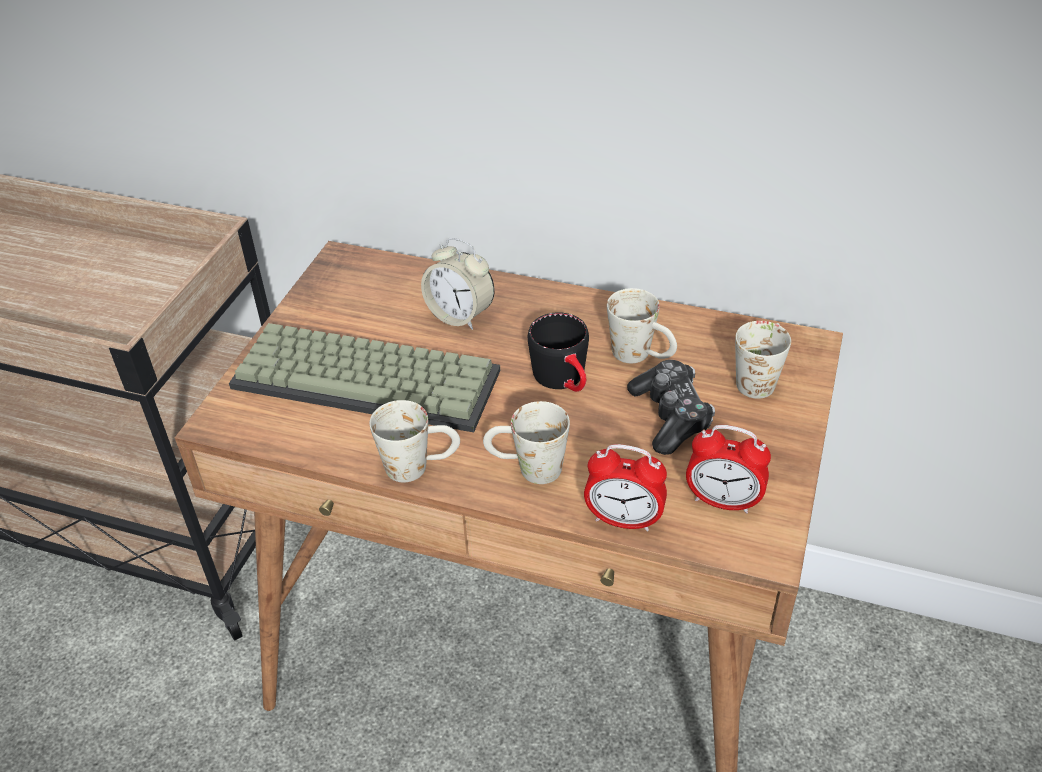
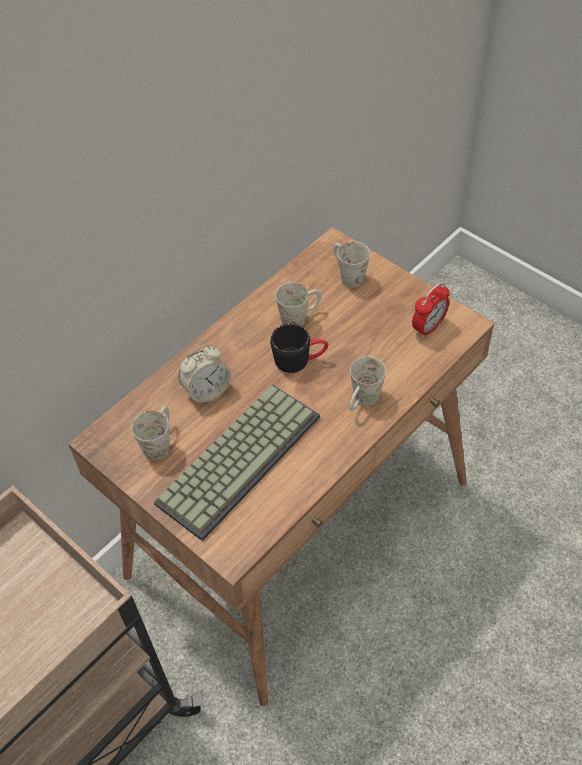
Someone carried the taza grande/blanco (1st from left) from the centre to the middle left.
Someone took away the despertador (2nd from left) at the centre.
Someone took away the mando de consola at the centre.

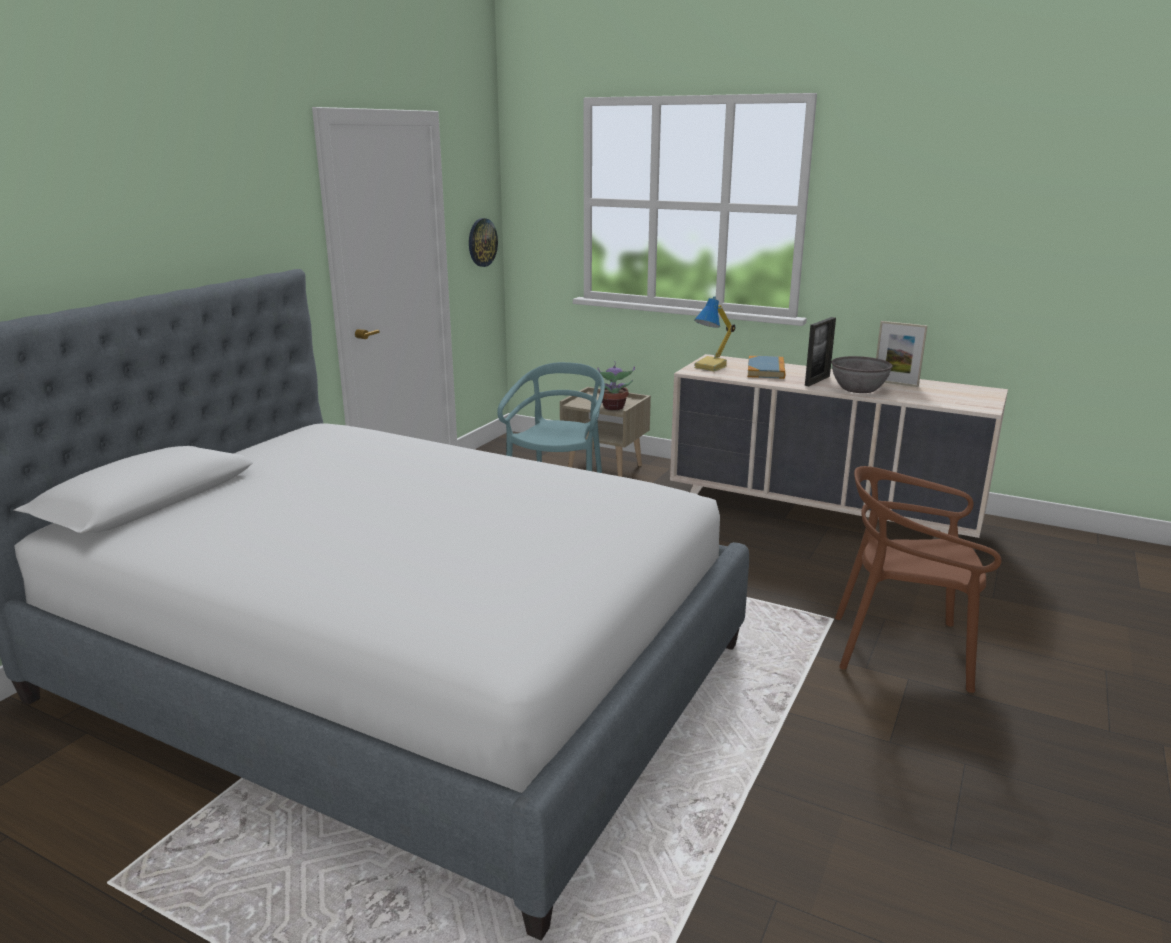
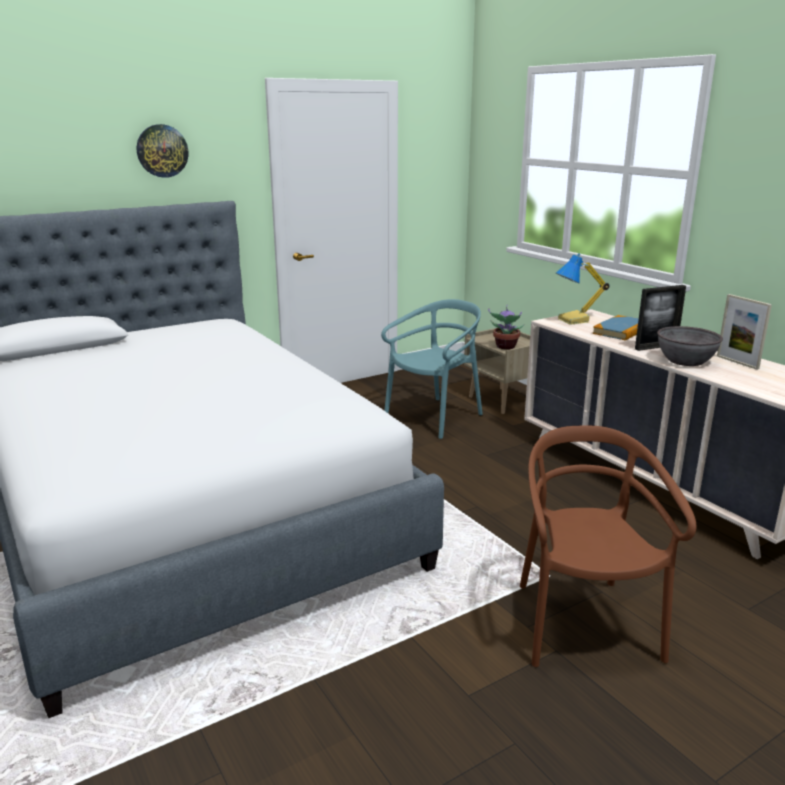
Someone carried the reloj de pared from the top centre to the top left.
Someone rotated the silla/marrón at the middle right by 45 degrees clockwise.

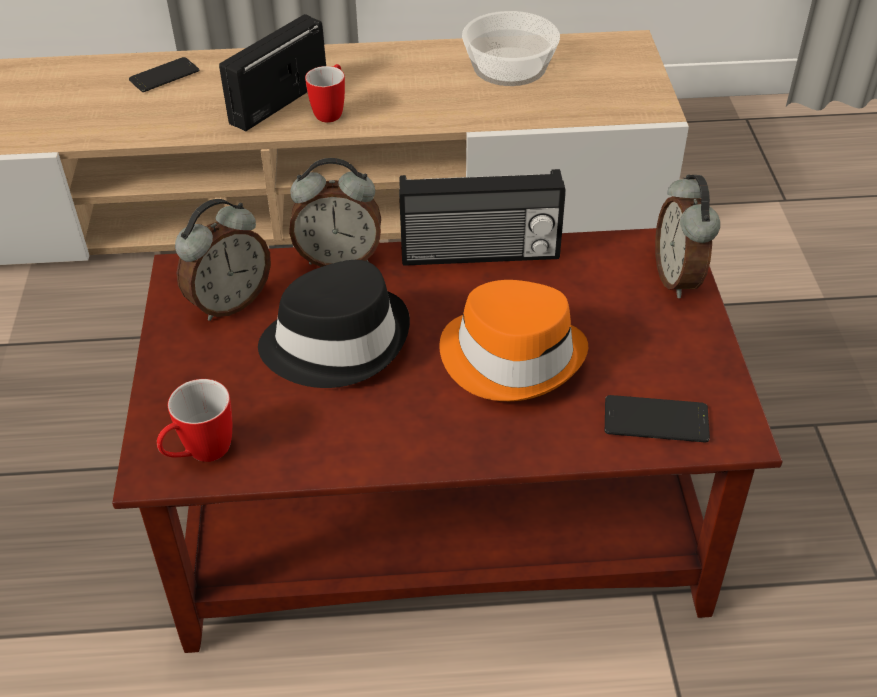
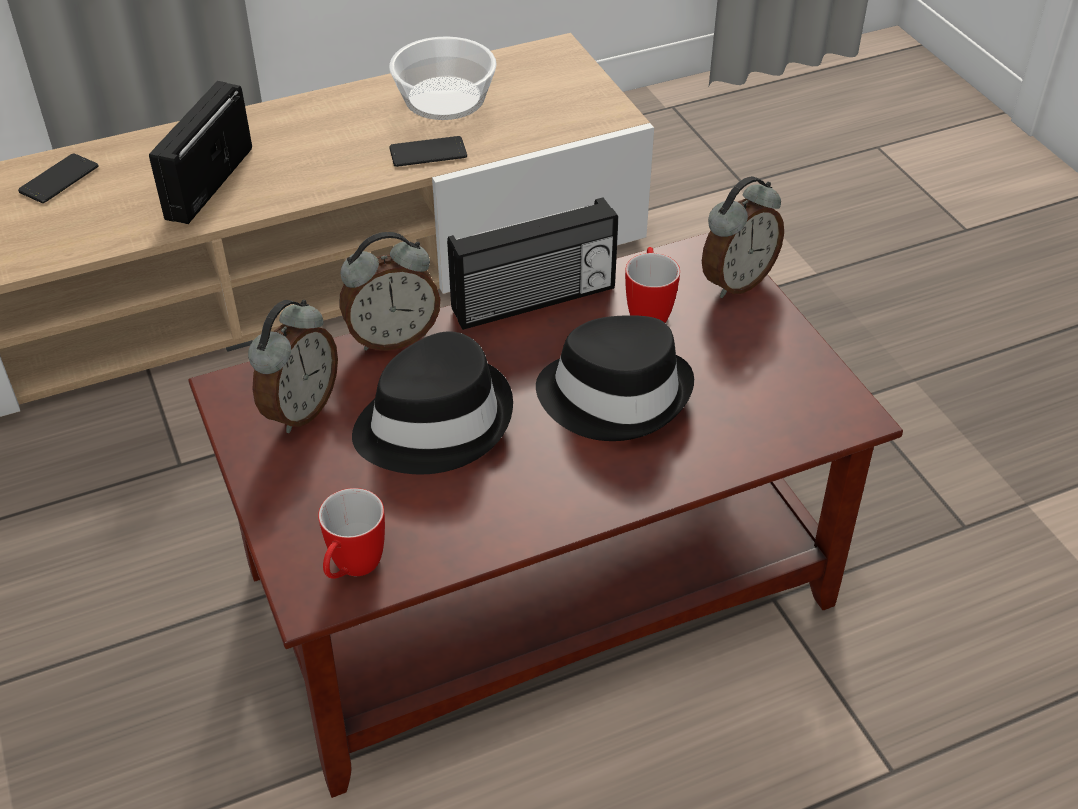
Someone carried the taza grande (2nd from left) from the top centre to the centre.
Someone repainted the sombrero/naranja at the centre, which became the sombrero/negro (2nd from left) at the centre.
Someone carried the móvil (2nd from left) from the middle right to the top centre.
Someone rotated the despertador (3rd from left) at the middle right by 105 degrees counterclockwise.

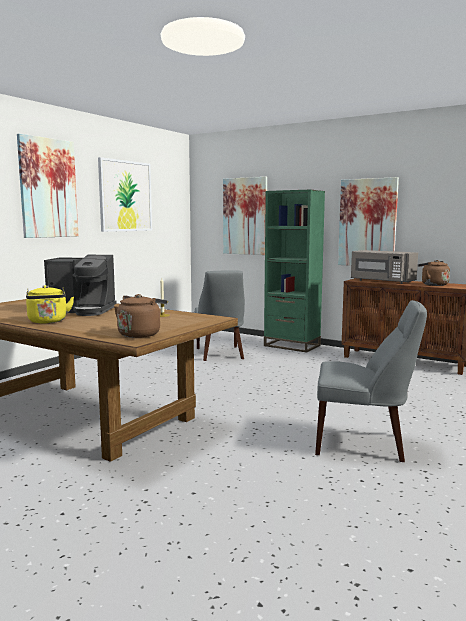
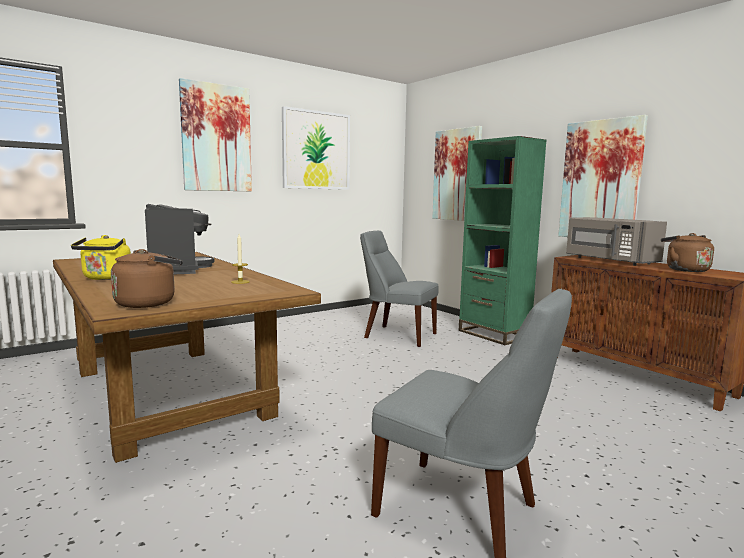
Someone rotated the cafetera at the middle left by 135 degrees counterclockwise.
Someone rotated the silla/gris (1st from left) at the centre by 105 degrees clockwise.

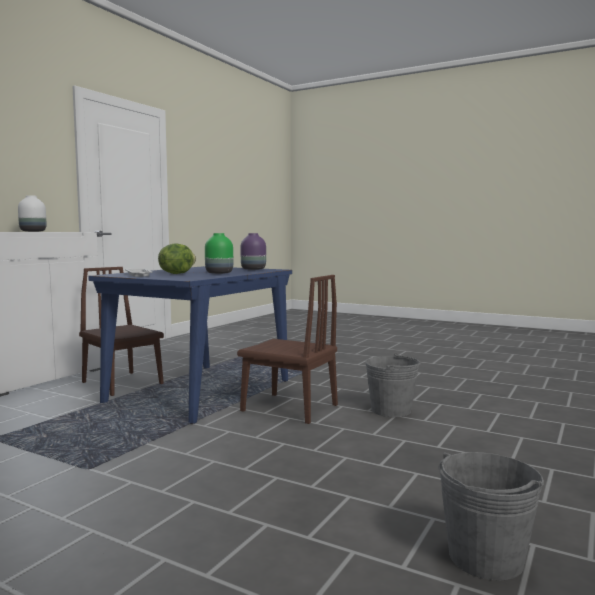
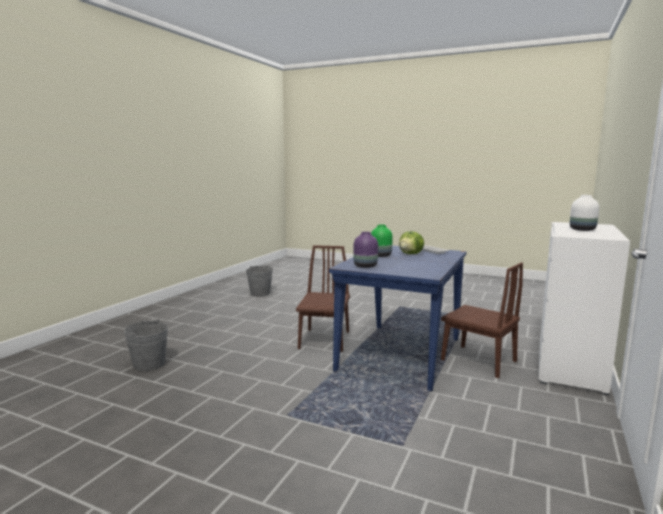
Someone rotated the silla/marrón (2nd from left in the first image) at the centre by 75 degrees clockwise.
Someone carried the cubo/gris (1st from left) from the centre to the bottom left.

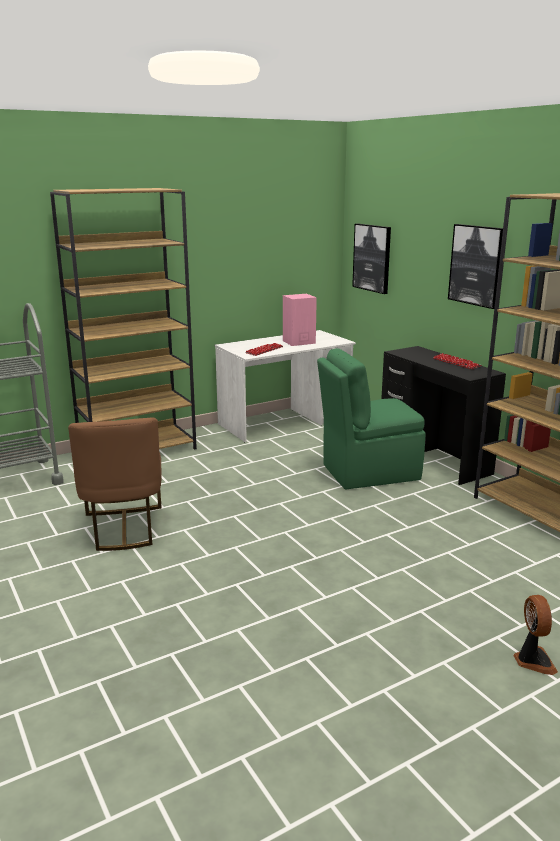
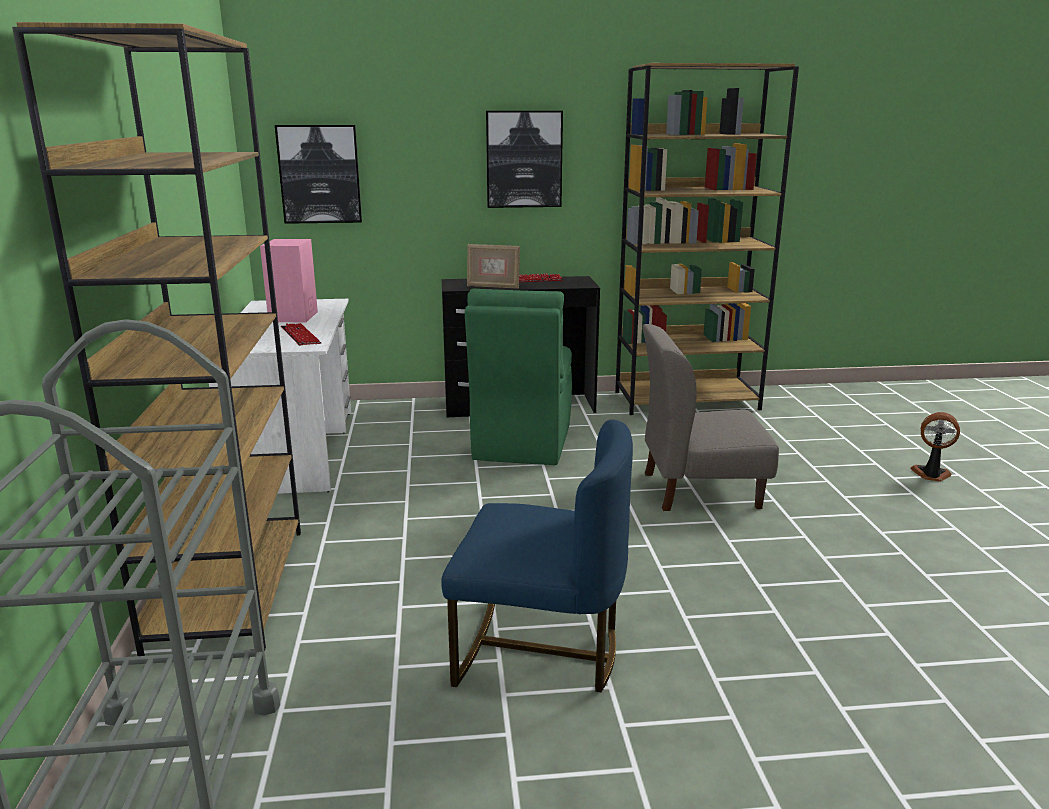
Someone repainted the silla/marrón at the middle left, which became the silla/azul at the bottom centre.
Someone put down the portarretratos at the top centre.
Someone put down the silla/gris at the middle right.

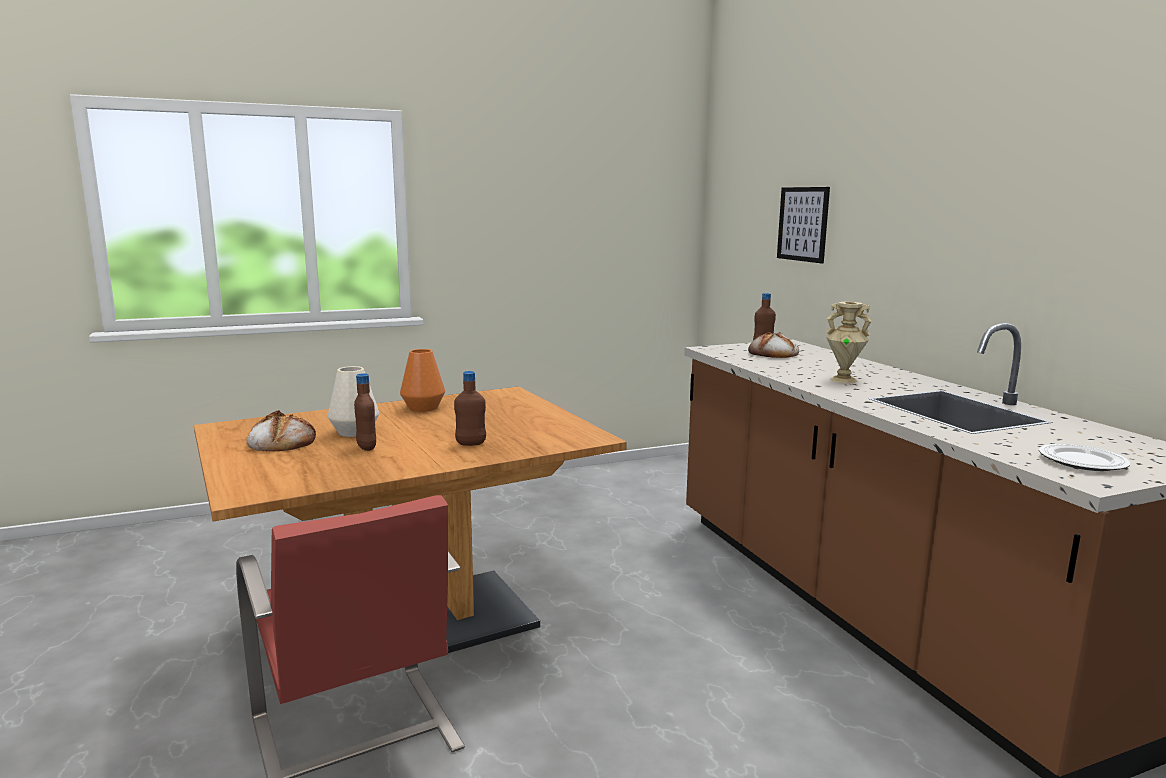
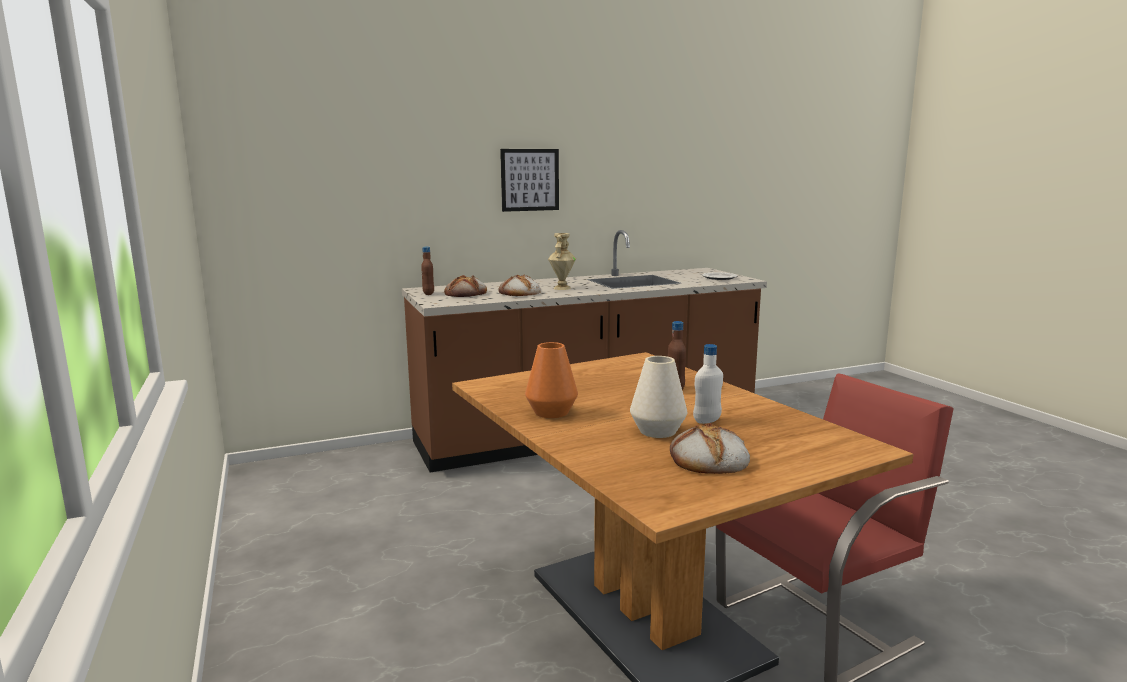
Someone repainted the botella/marrón (1st from left) at the middle left, which became the botella/blanco at the centre.
Someone carried the cuadro from the top right to the top centre.
Someone put down the pan (2nd from left) at the centre.

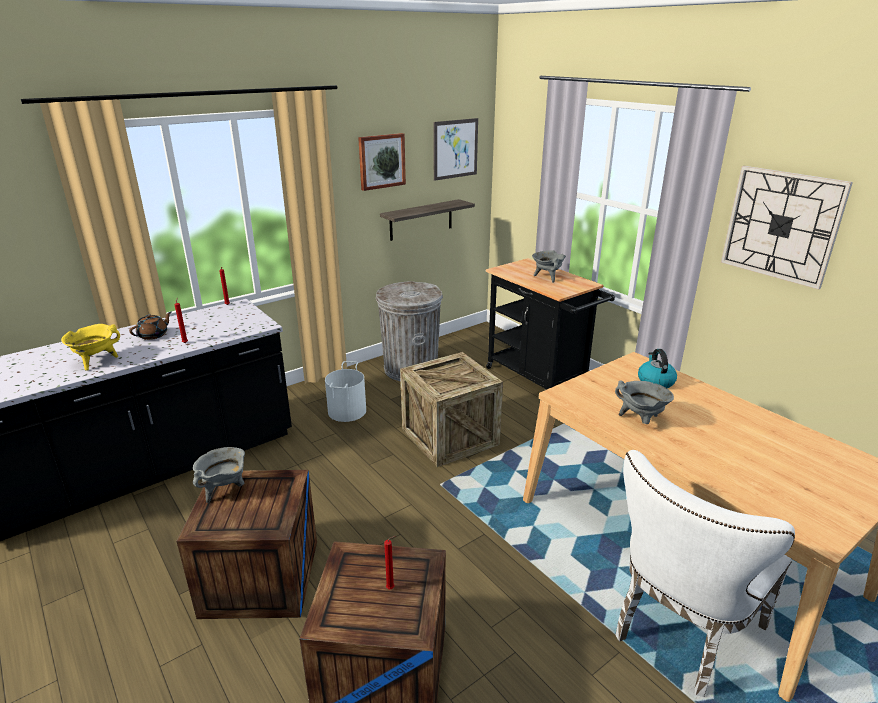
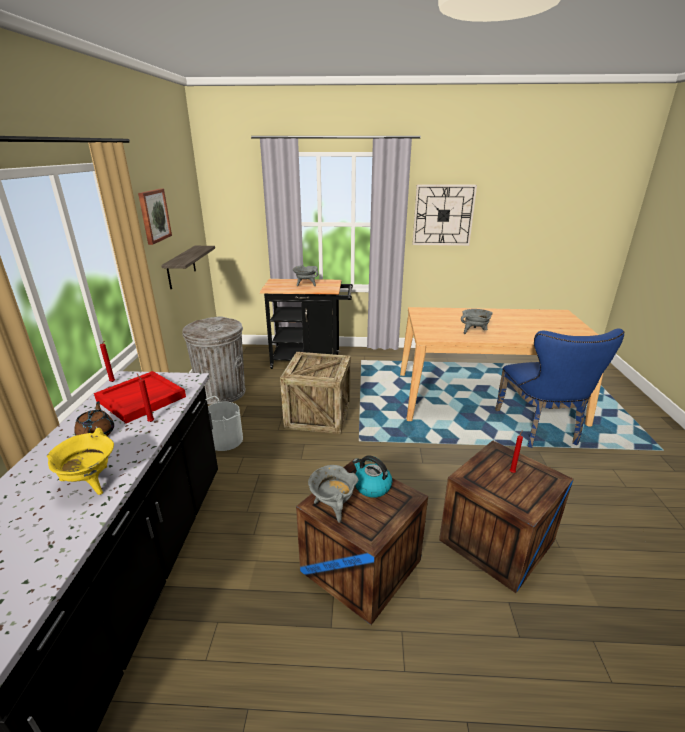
Someone took away the cuadro (2nd from left) at the top centre.
Someone repainted the silla/blanco at the bottom right, which became the silla/azul at the middle right.
Someone carried the hervidor from the middle right to the centre.
Someone put down the bandeja/rojo at the middle left.

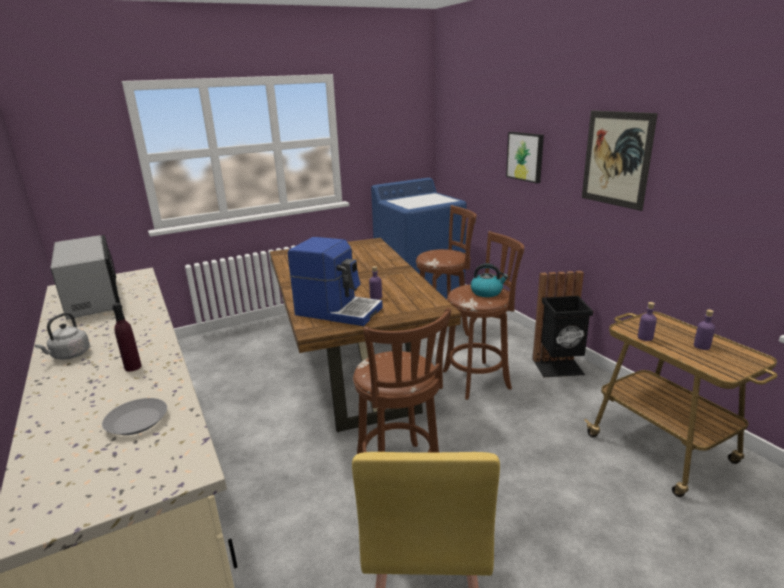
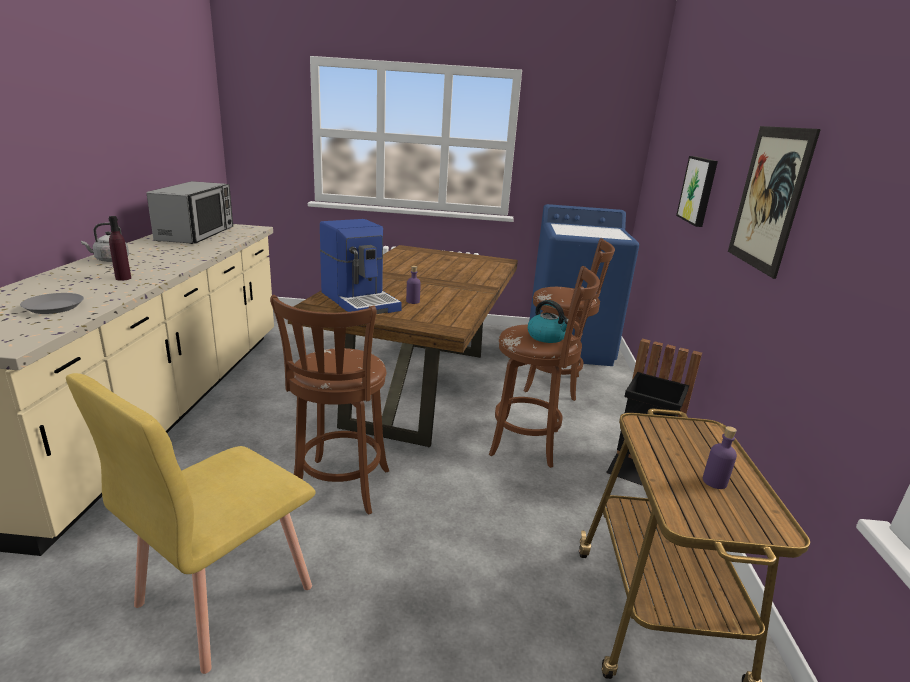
Someone took away the botella/morado (3rd from left) at the middle right.

